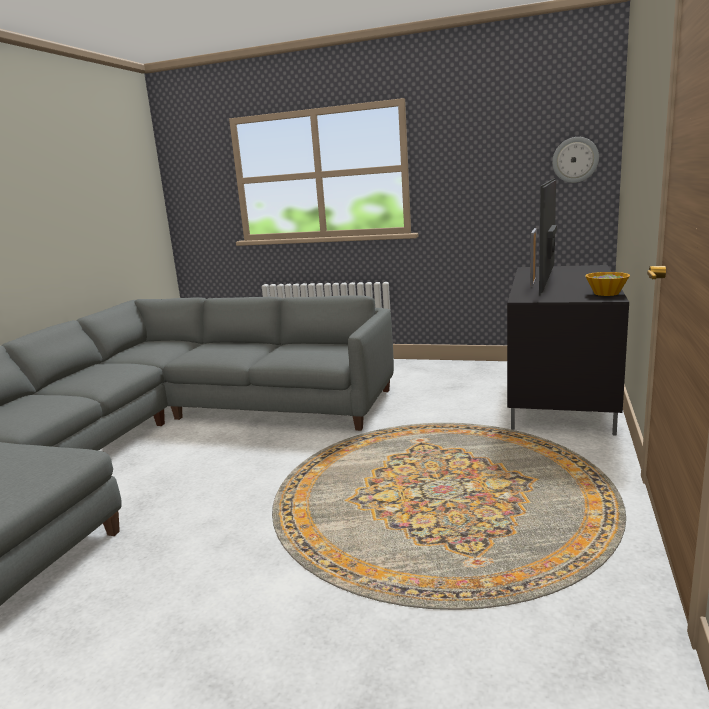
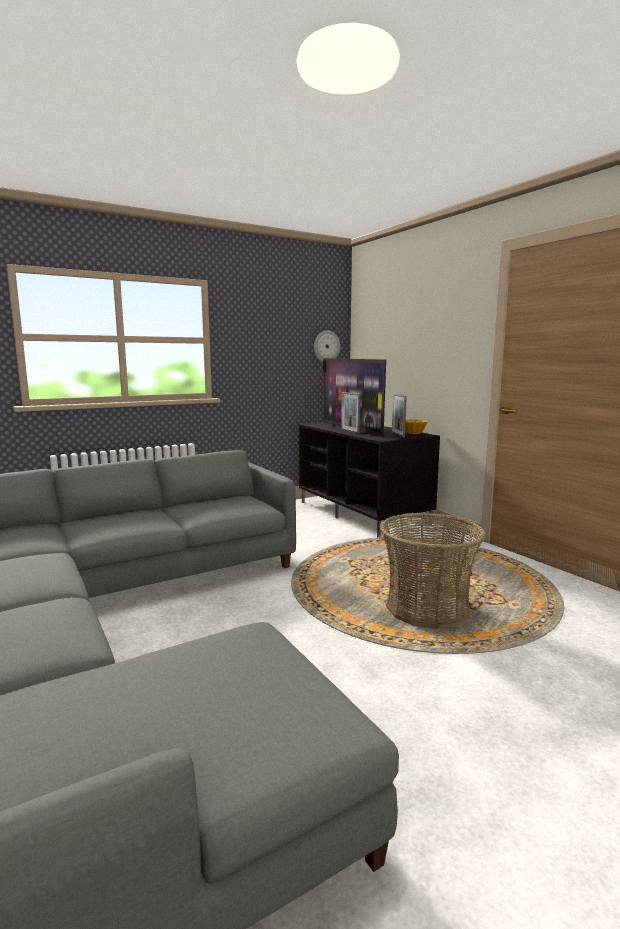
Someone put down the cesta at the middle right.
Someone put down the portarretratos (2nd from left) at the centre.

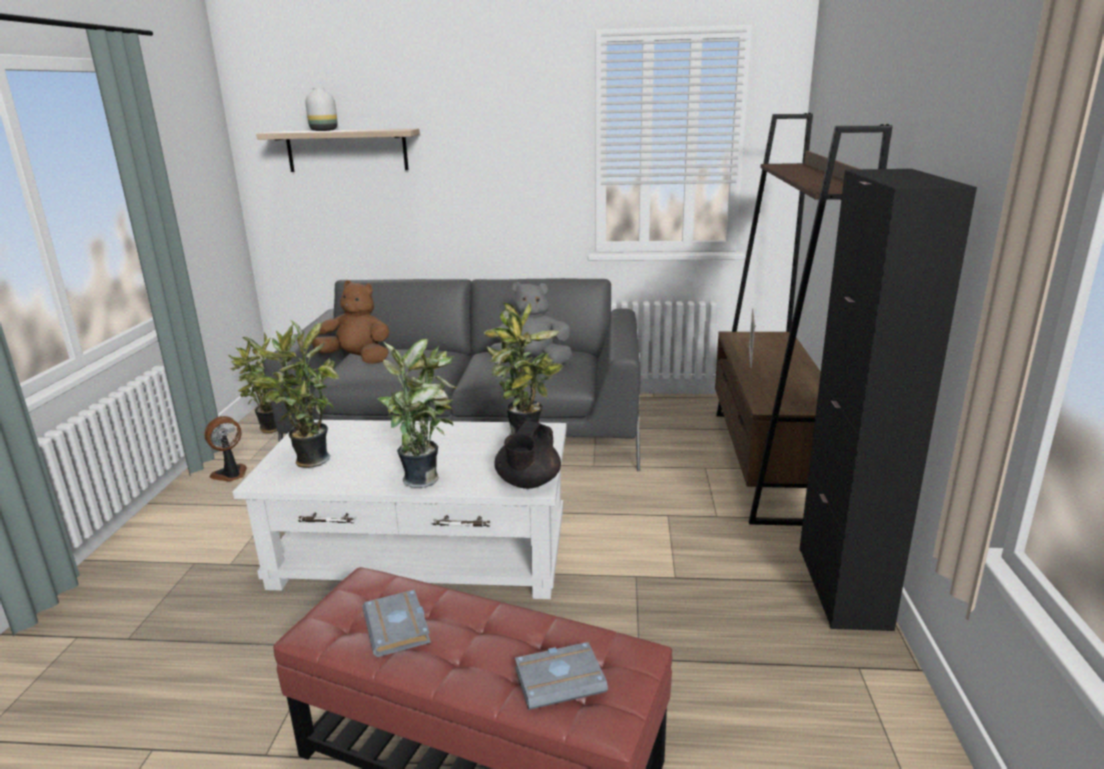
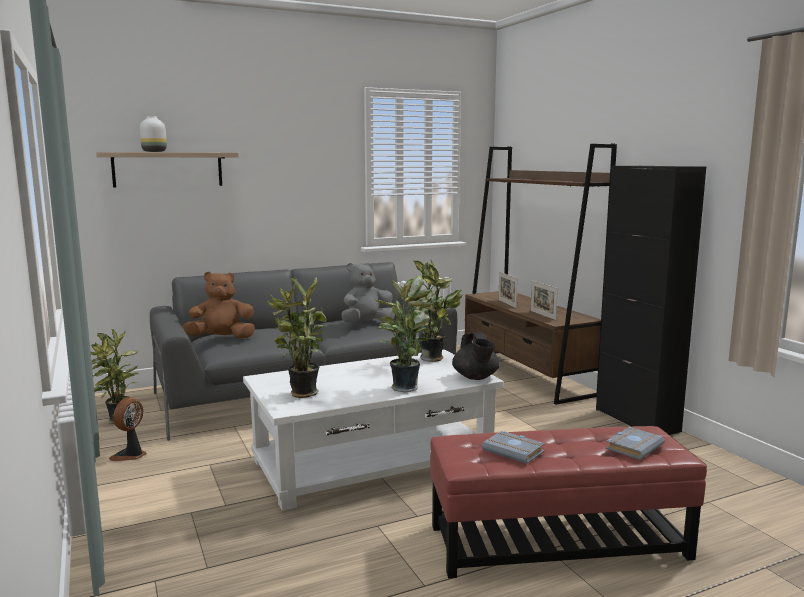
Someone put down the portarretratos (2nd from left) at the middle right.

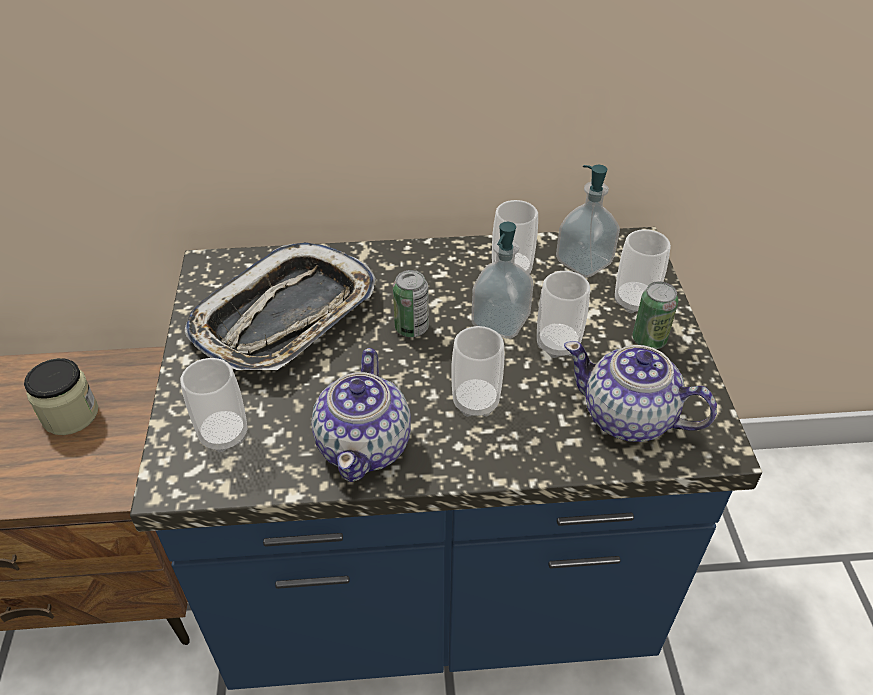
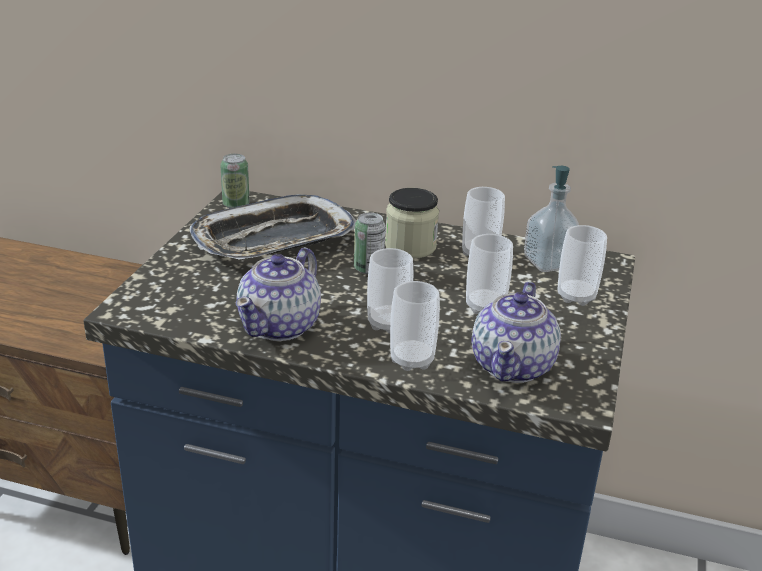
Someone carried the tarro from the middle left to the centre.
Someone carried the taza (1st from left in the first image) from the middle left to the centre.
Someone took away the dispensador de jabón (1st from left) at the centre.
Someone rotated the tetera (2nd from left) at the middle right by 120 degrees counterclockwise.
Someone carried the lata (2nd from left in the first image) from the middle right to the top left.

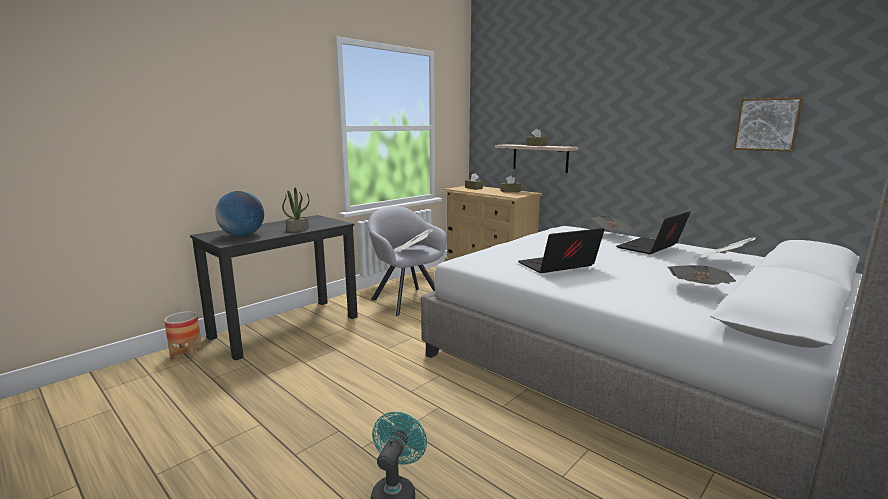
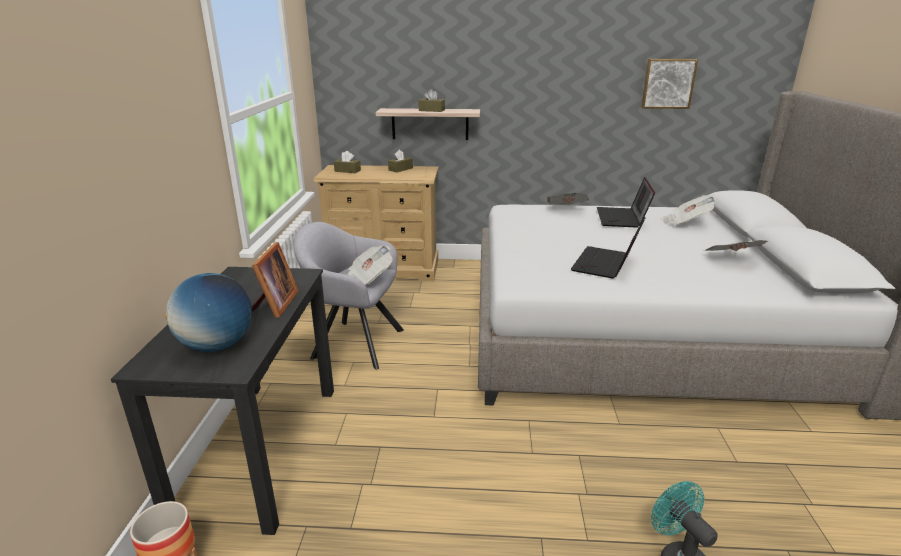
Someone swapped the planta en maceta at the middle left for the portarretratos at the middle left.

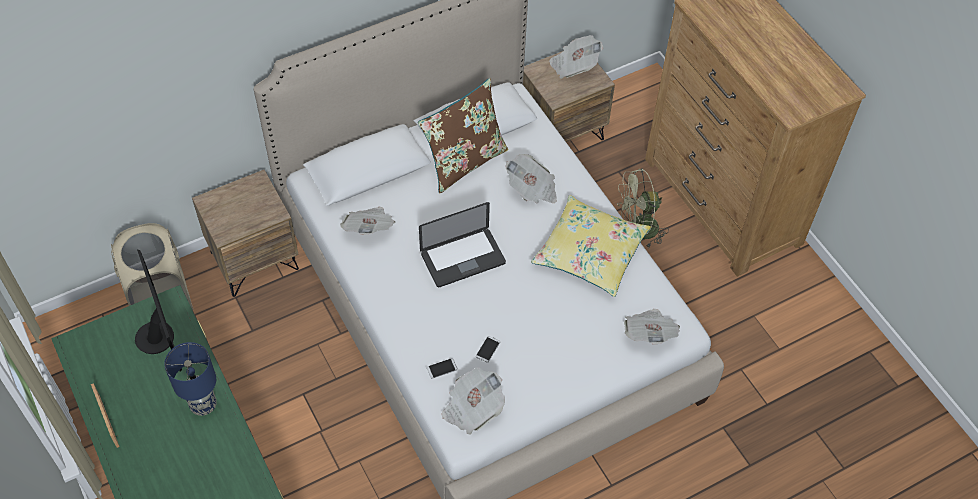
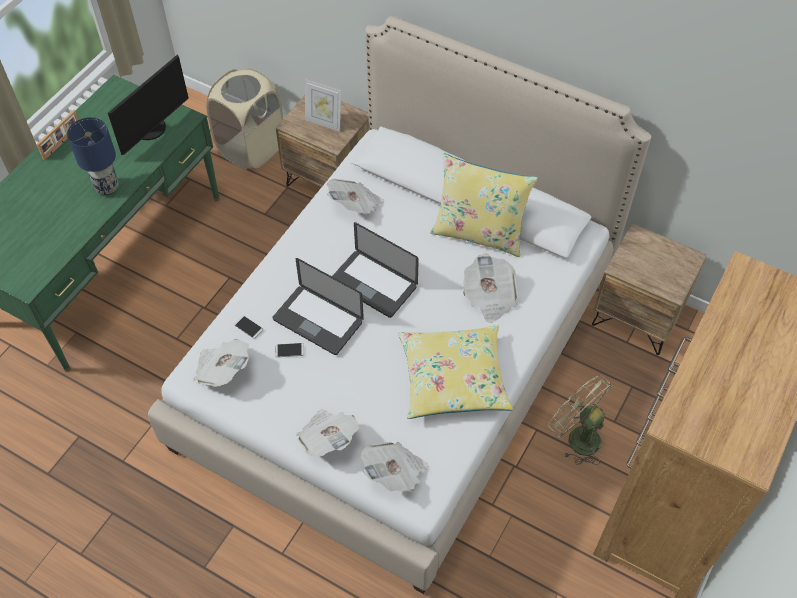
Someone repainted the cojín/marrón at the top centre, which became the cojín/amarillo (2nd from left) at the centre.
Someone carried the periódico (4th from left in the first image) from the top centre to the bottom centre.
Someone put down the portátil (1st from left) at the centre.
Someone put down the portarretratos (2nd from left) at the top centre.

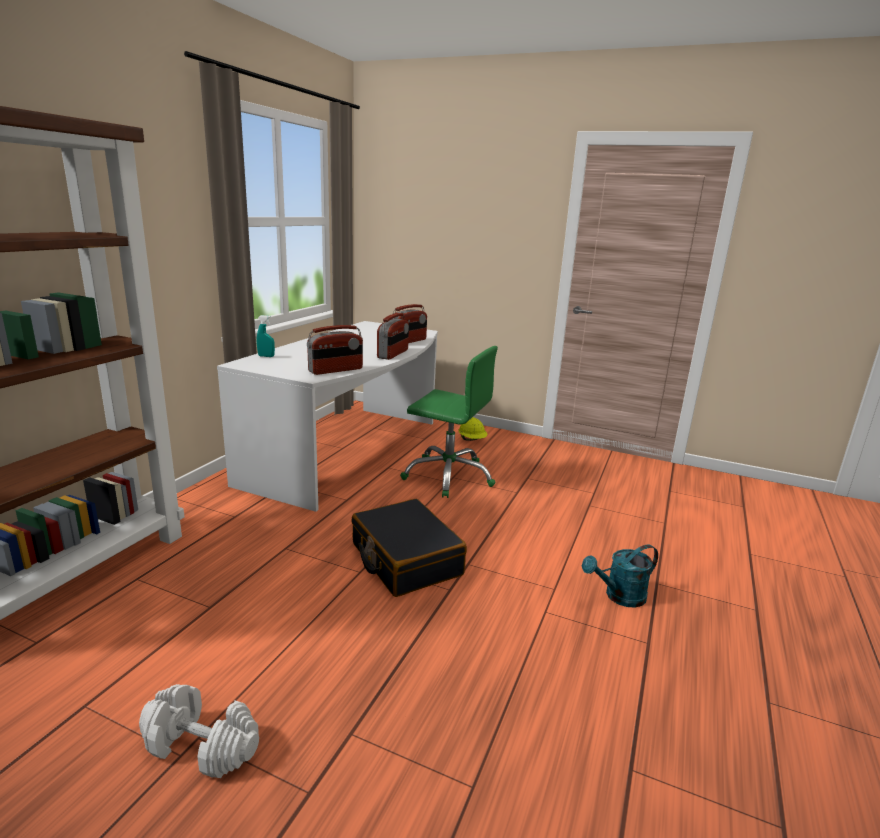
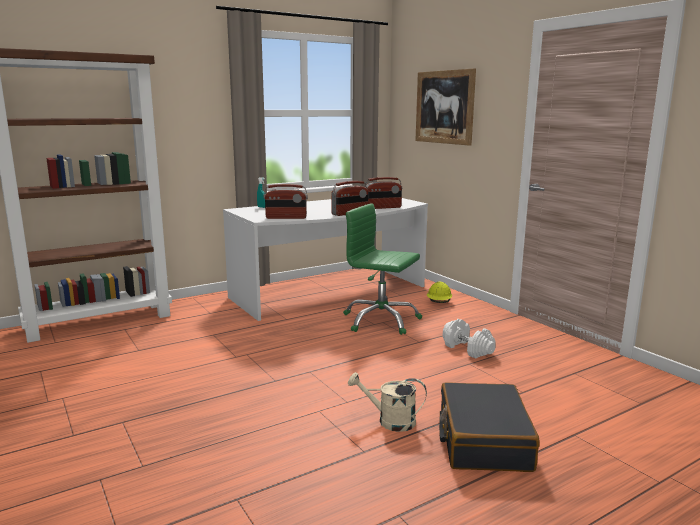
Someone carried the mancuerna/blanco from the bottom left to the middle right.
Someone carried the maleta/negro from the centre to the bottom right.
Someone rotated the silla de oficina/verde at the centre by 150 degrees clockwise.
Someone repainted the regadera/turquesa at the bottom right, which became the regadera/beis at the bottom centre.
Someone put up the cuadro at the top centre.

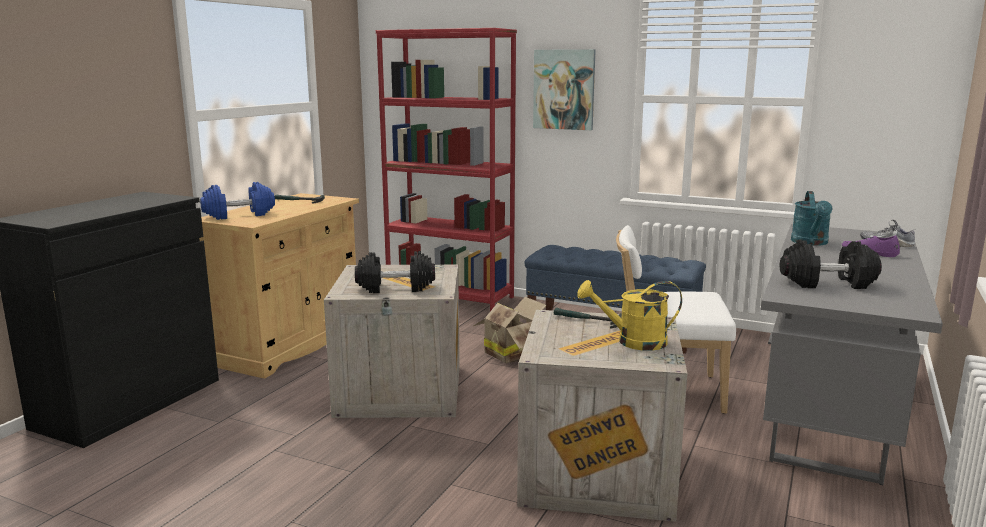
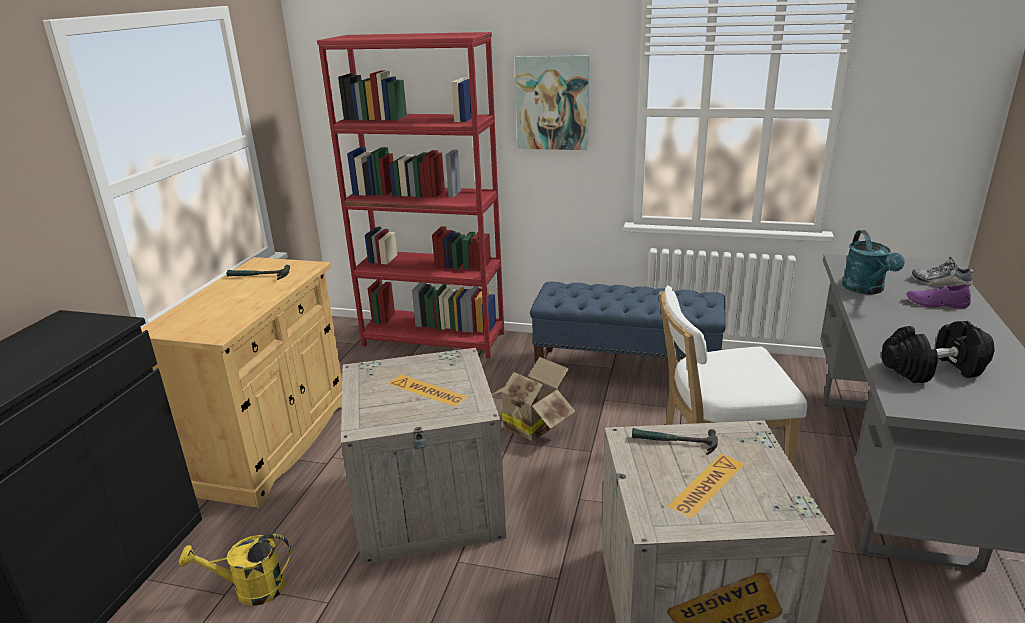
Someone took away the mancuerna/azul at the middle left.
Someone took away the mancuerna/negro (1st from left) at the centre.
Someone carried the regadera/amarillo from the centre to the bottom left.

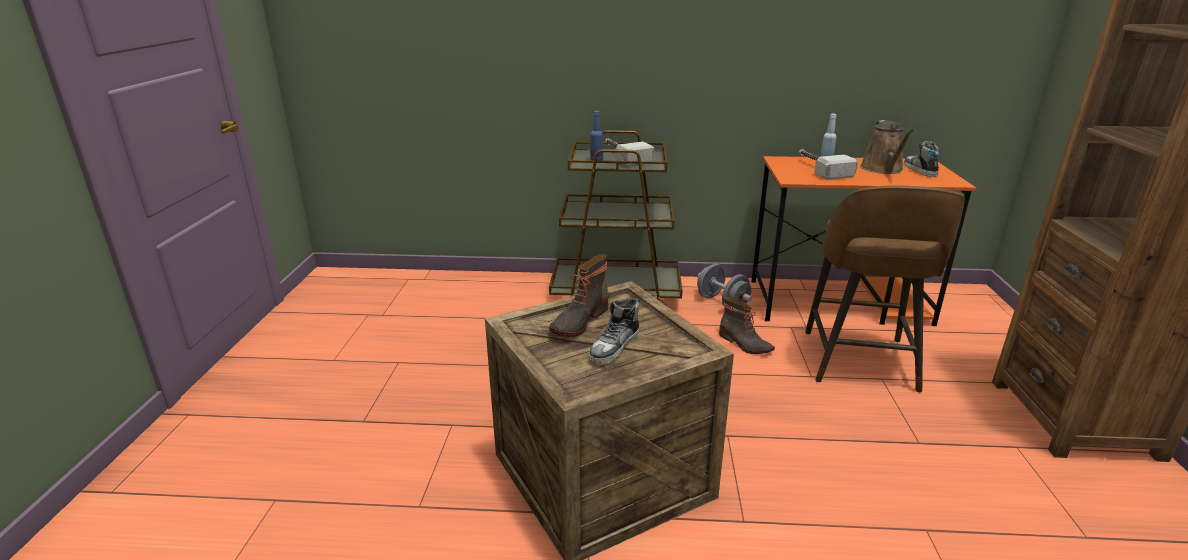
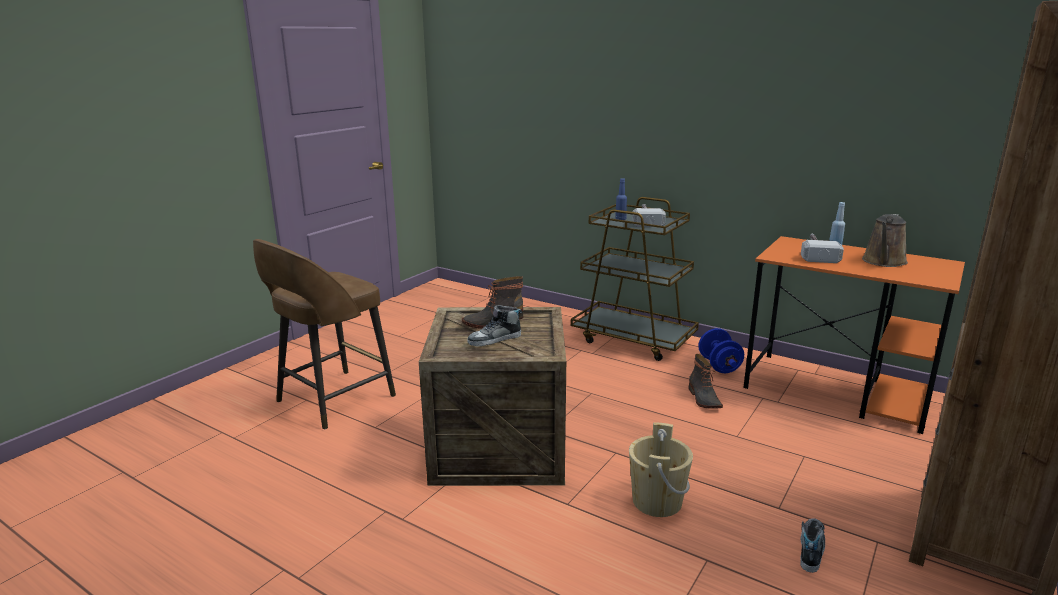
Someone repainted the mancuerna/gris at the centre, which became the mancuerna/azul at the middle right.
Someone carried the taburete/marrón from the middle right to the middle left.
Someone carried the zapato (2nd from left) from the top right to the bottom right.
Someone put down the cubo/beis at the bottom centre.

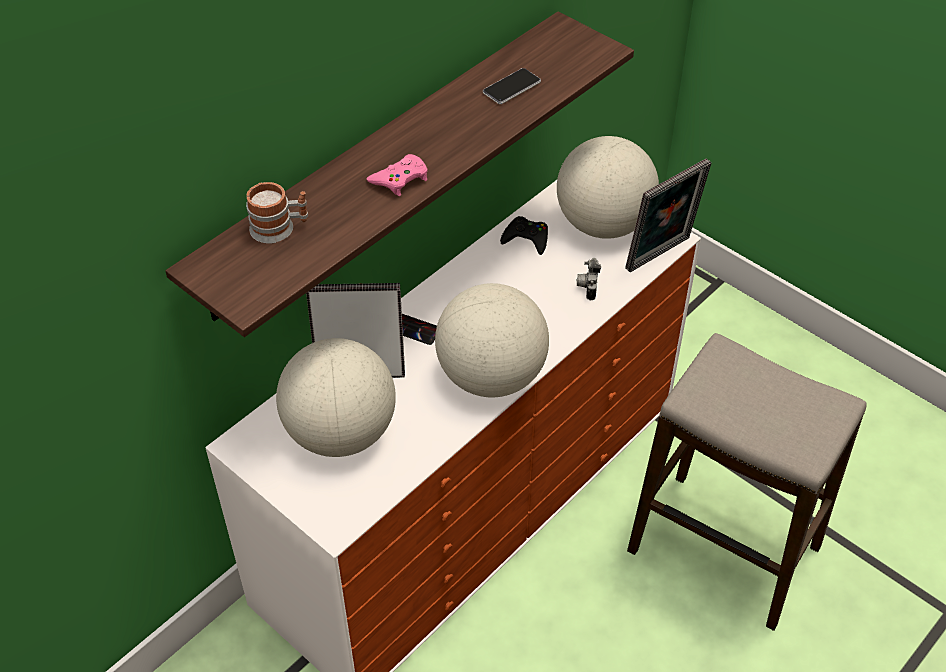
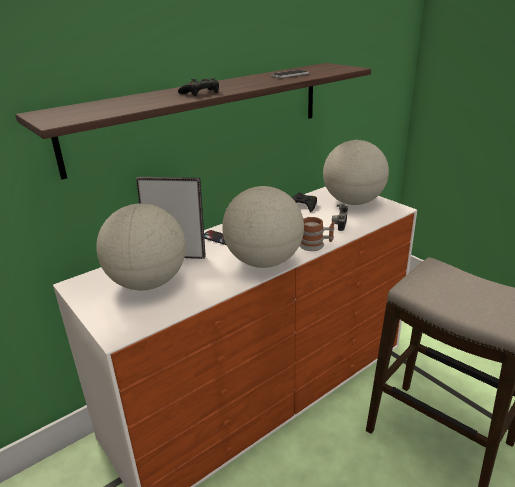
Someone carried the taza grande from the top left to the centre.
Someone repainted the mando de consola/rosa at the top centre, which became the mando de consola/negro (1st from left) at the top centre.
Someone took away the portarretratos (2nd from left) at the top right.

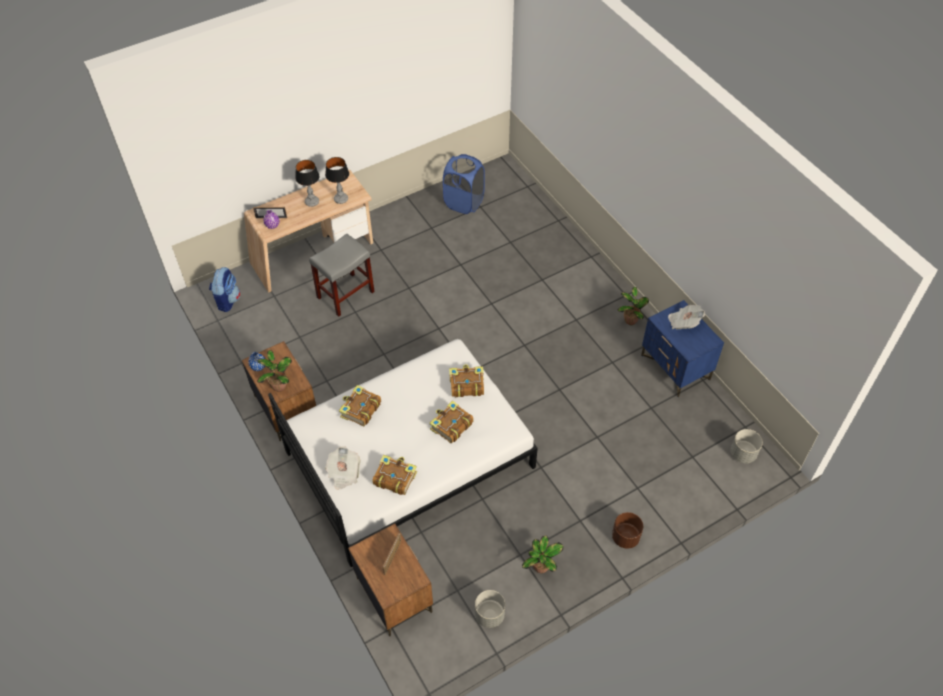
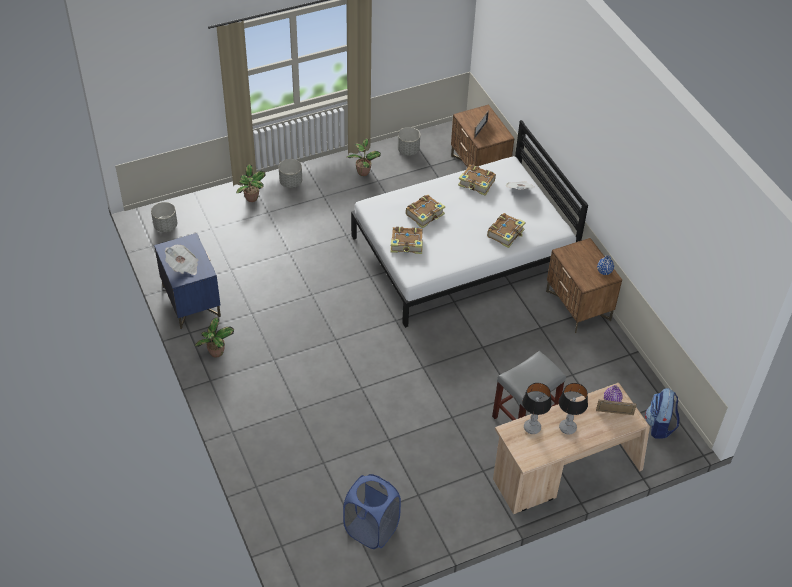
Someone carried the planta en maceta (1st from left in the first image) from the middle left to the top left.
Someone repainted the maceta/marrón at the bottom centre, which became the maceta/gris (2nd from left) at the top centre.

